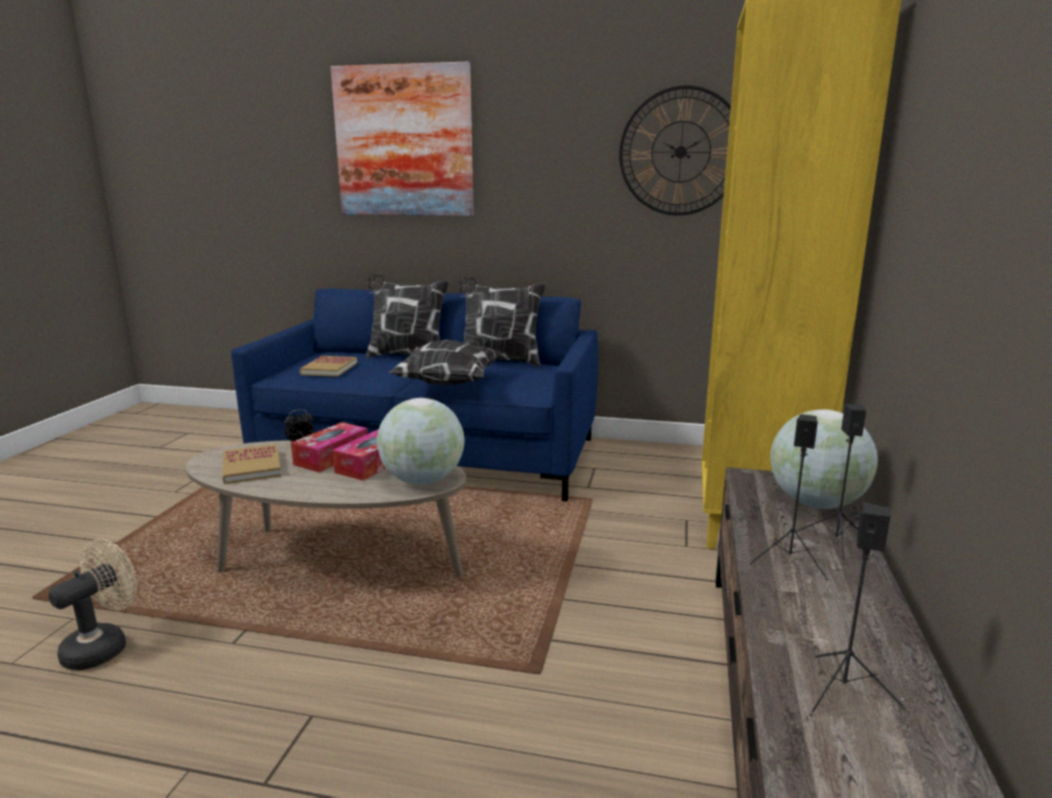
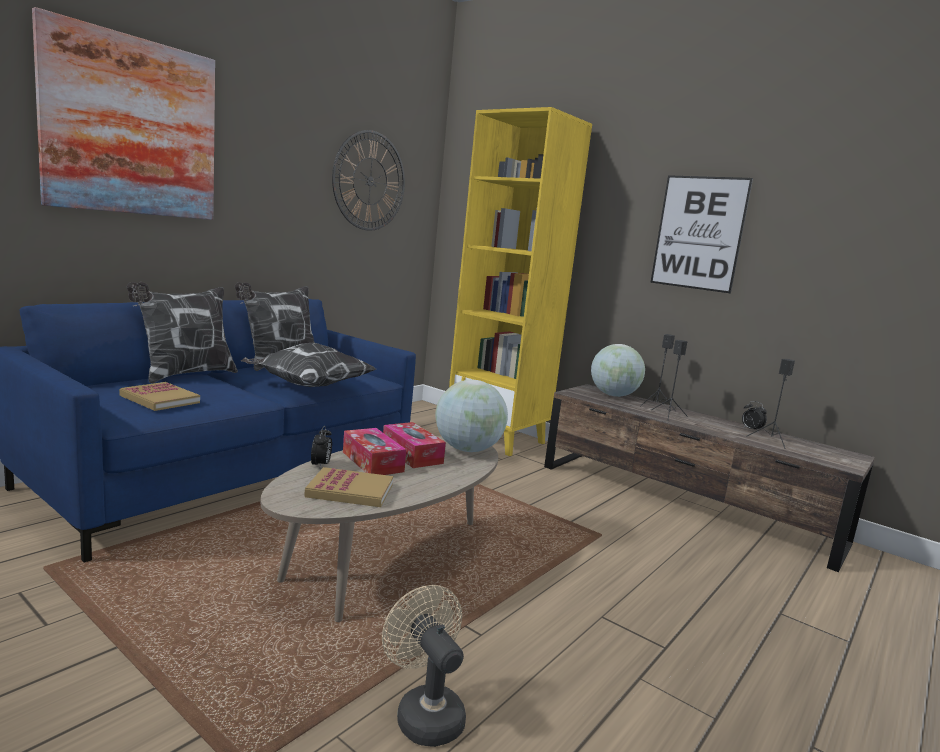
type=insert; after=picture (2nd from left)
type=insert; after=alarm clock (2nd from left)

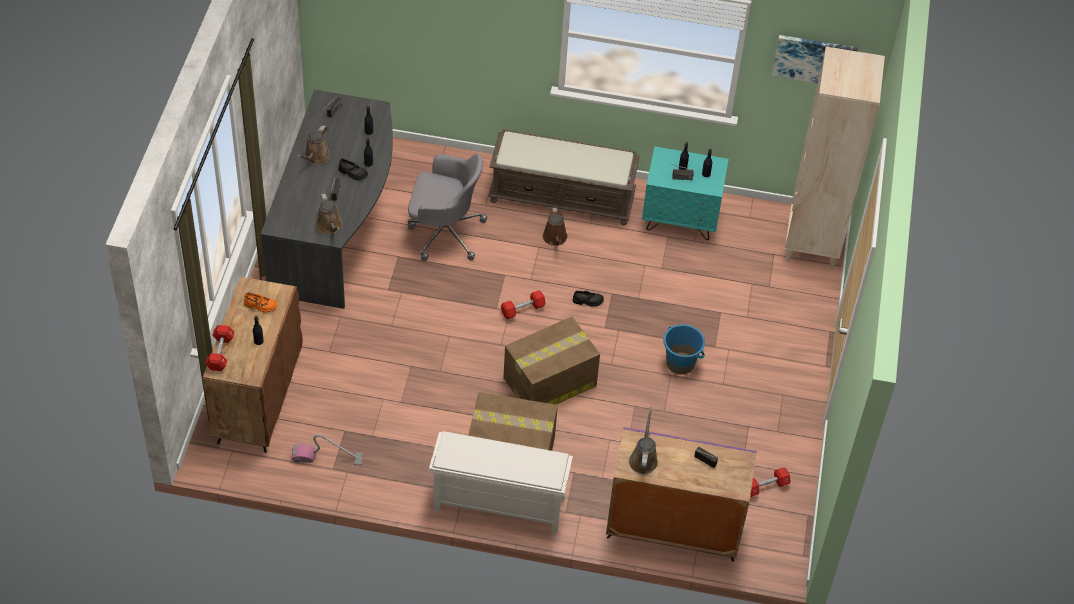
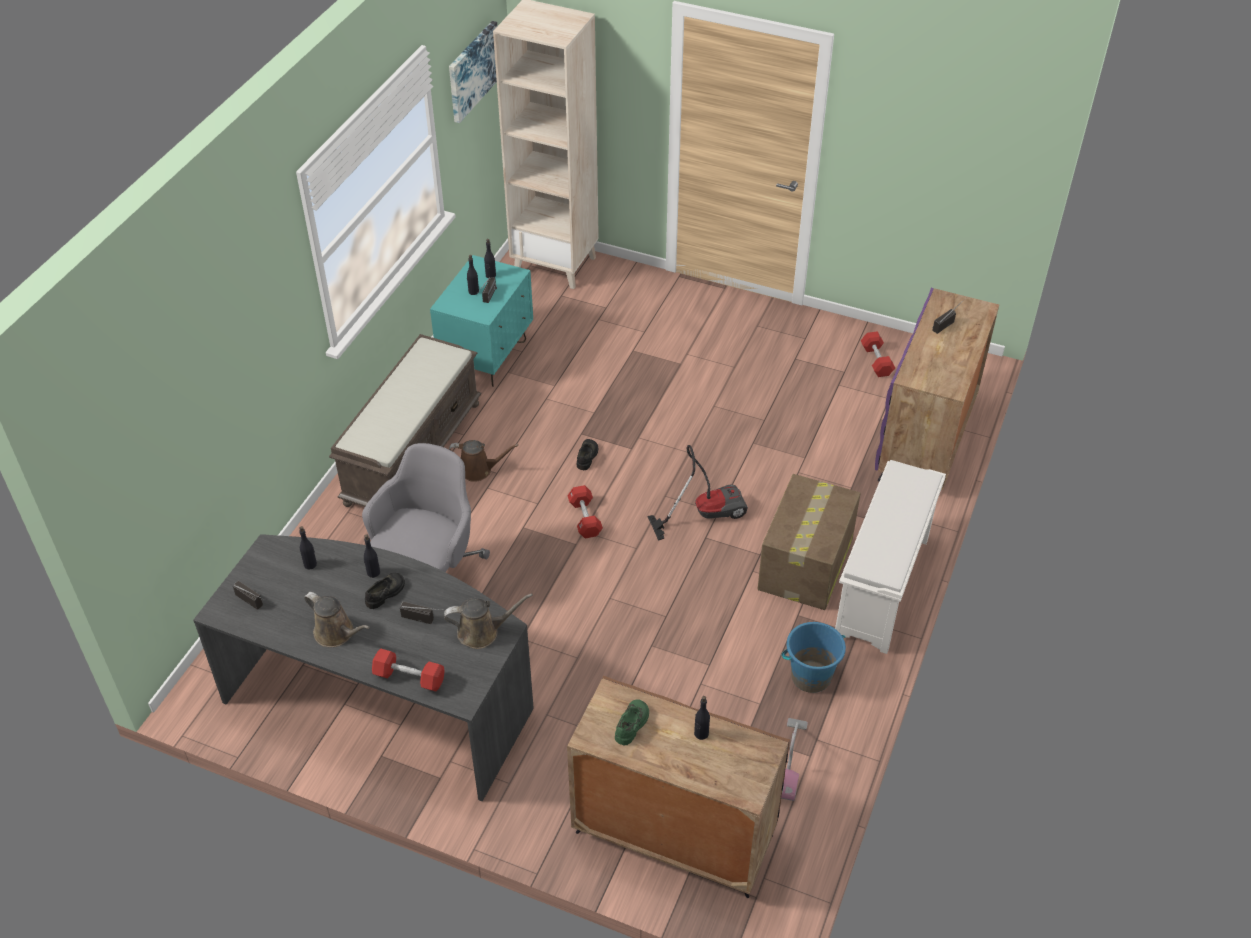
type=move; before=red-coloured hand weight (1st from left)
type=recolor; before=orange item of footwear; after=green item of footwear
type=replace; before=packing box (2nd from left); after=vacuum cleaner (1st from left)
type=move; before=blue water bucket
type=delete; before=brown sprinkling can (4th from left)

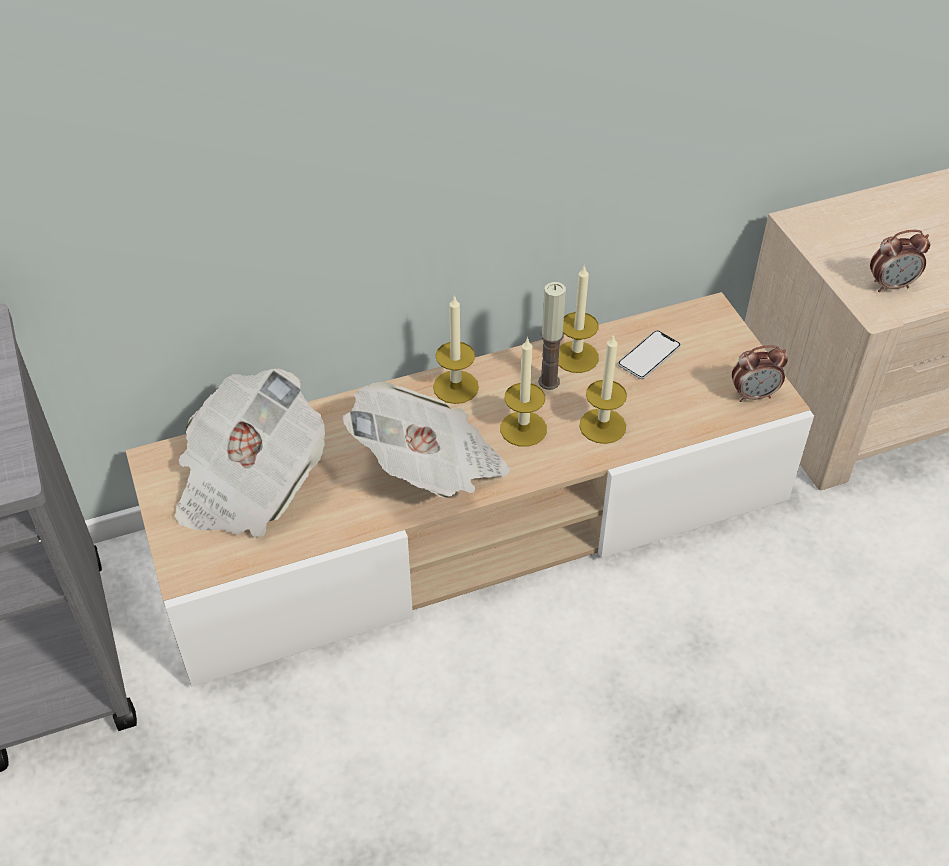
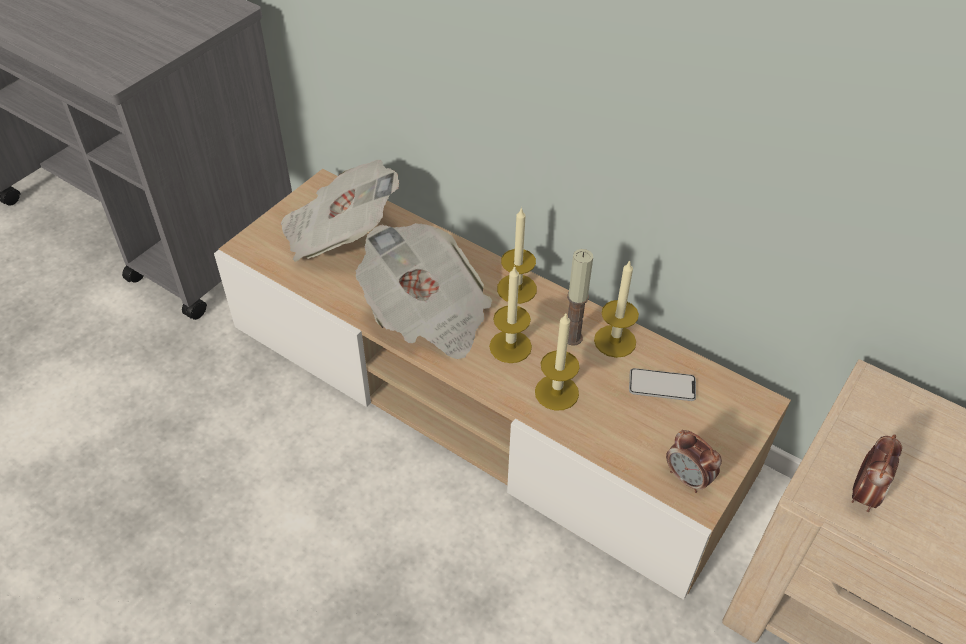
type=rotate; before=alarm clock (2nd from left); turn=-105

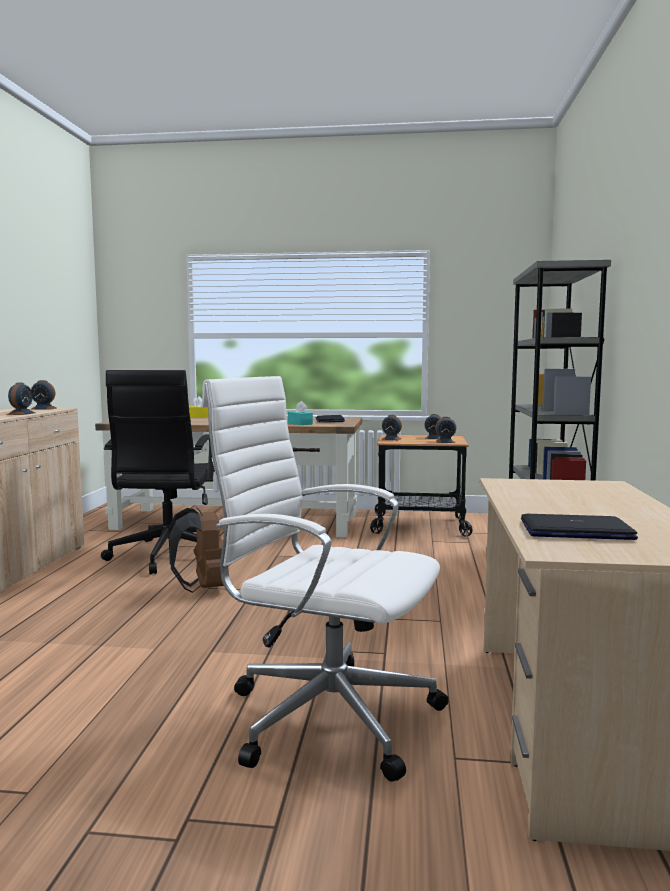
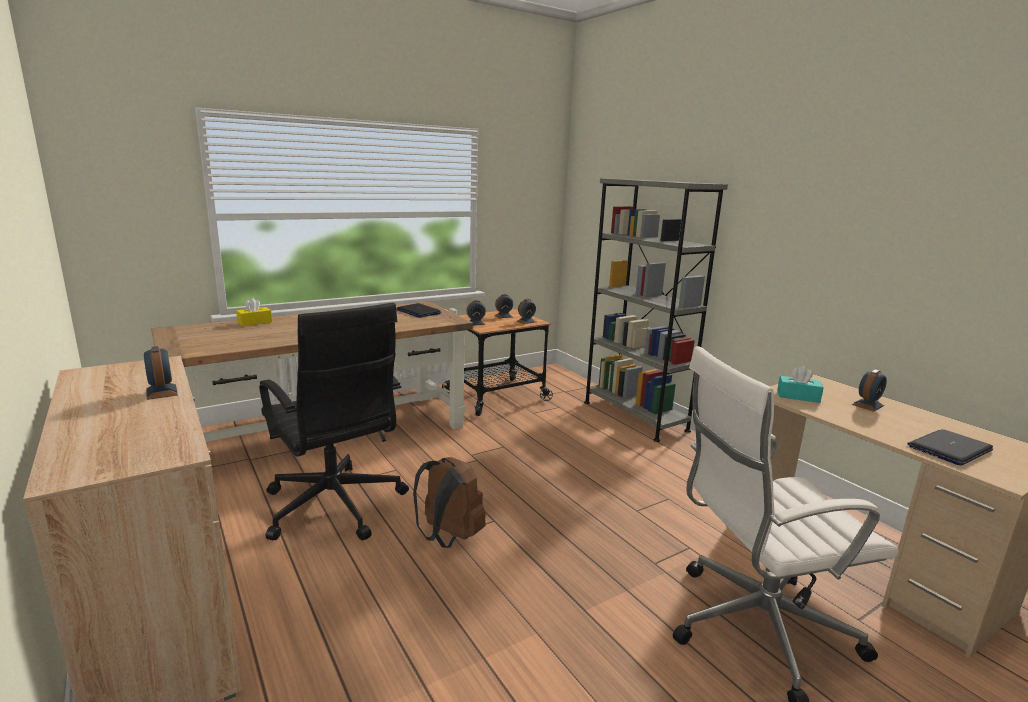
type=move; before=turquoise-coloured tissue holder
type=move; before=alarm clock (2nd from left in the first image); after=alarm clock (5th from left)

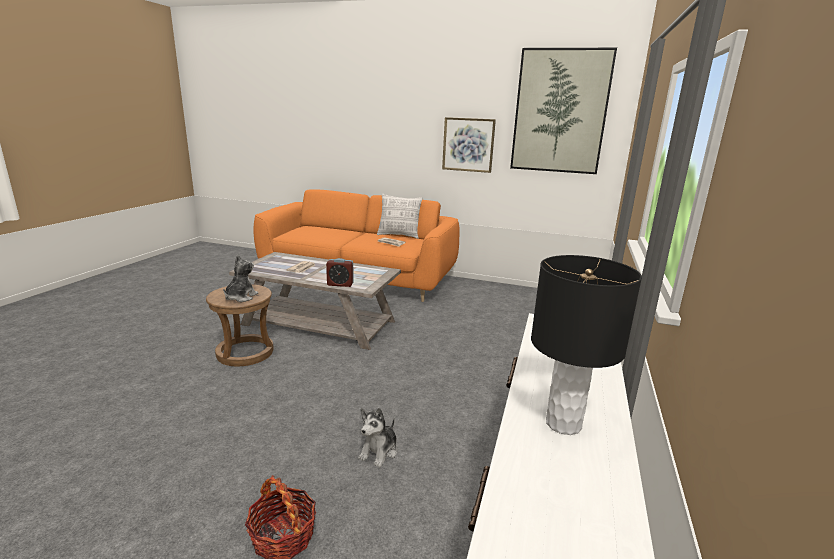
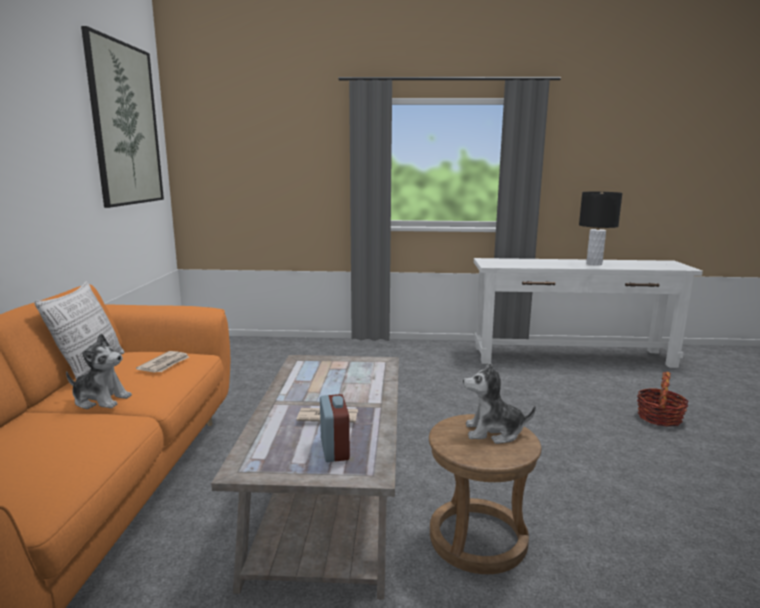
type=move; before=plush toy (2nd from left in the first image); after=plush toy (1st from left)
type=move; before=alarm clock
type=delete; before=picture (1st from left)

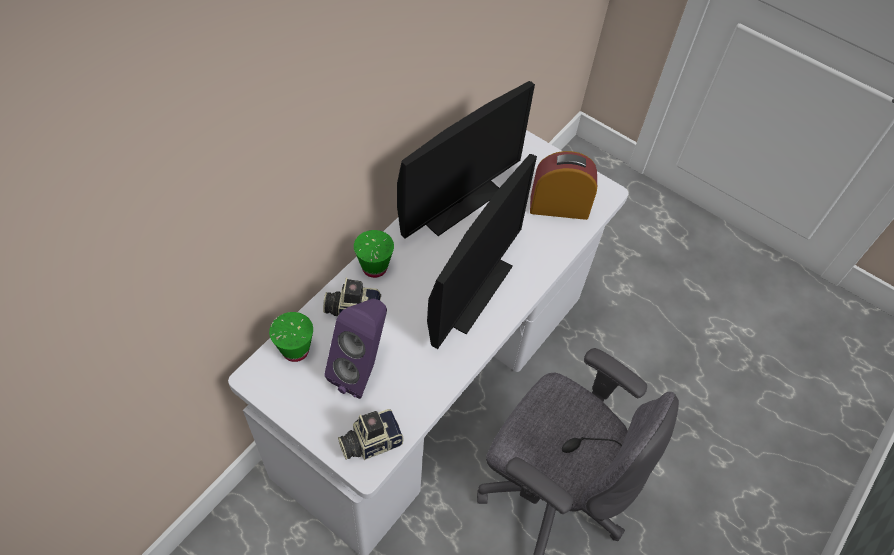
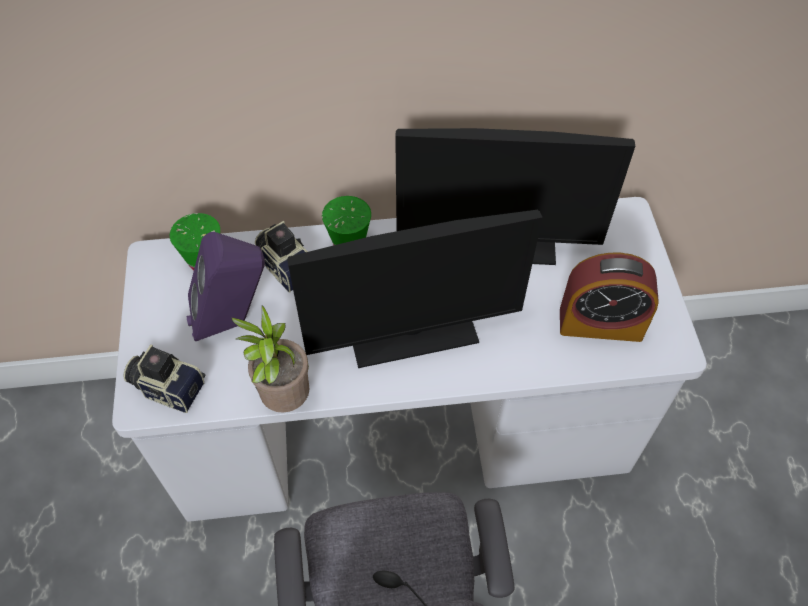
type=insert; after=houseplant
type=rotate; before=alarm clock; turn=135

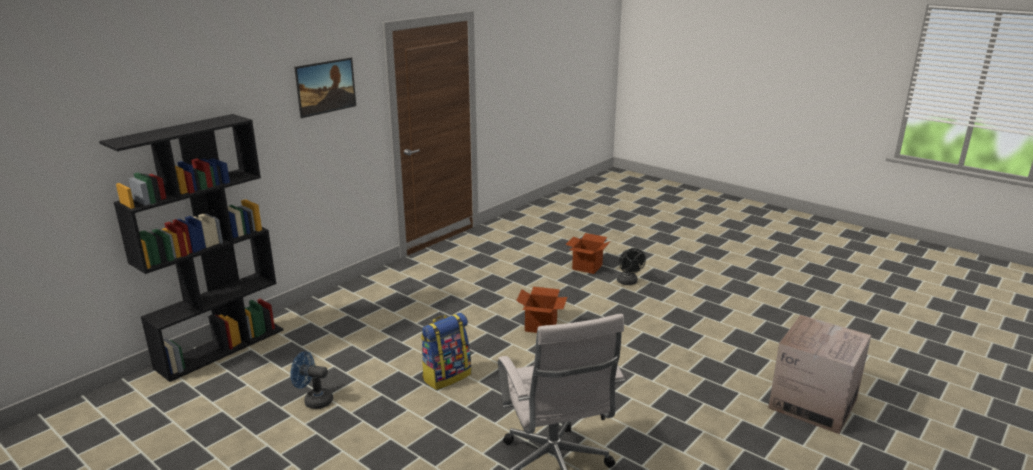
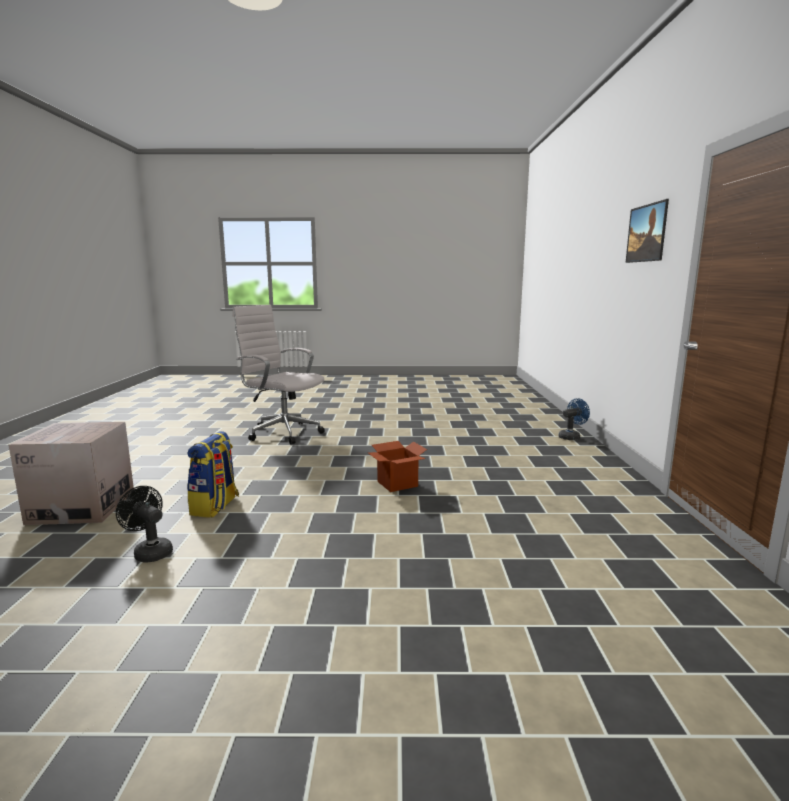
type=move; before=black-coloured electric fan
type=move; before=backpack
type=move; before=blue electric fan
type=delete; before=black-coloured bookshelf
type=delete; before=packing box (2nd from left)

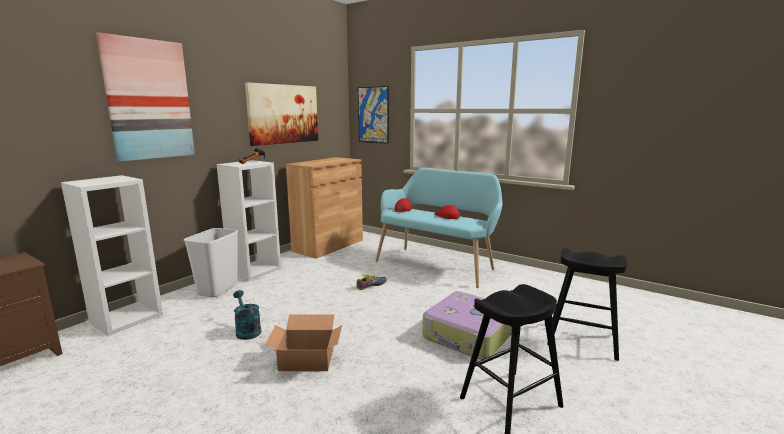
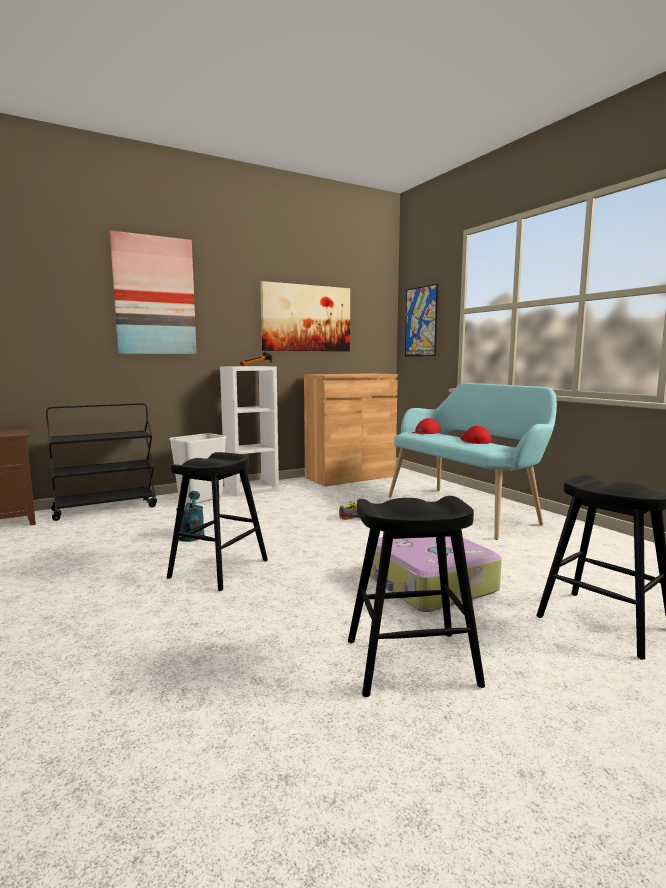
type=replace; before=white-coloured bookshelf (1st from left); after=black-coloured cart
type=replace; before=packing box; after=black-coloured stool seat (1st from left)

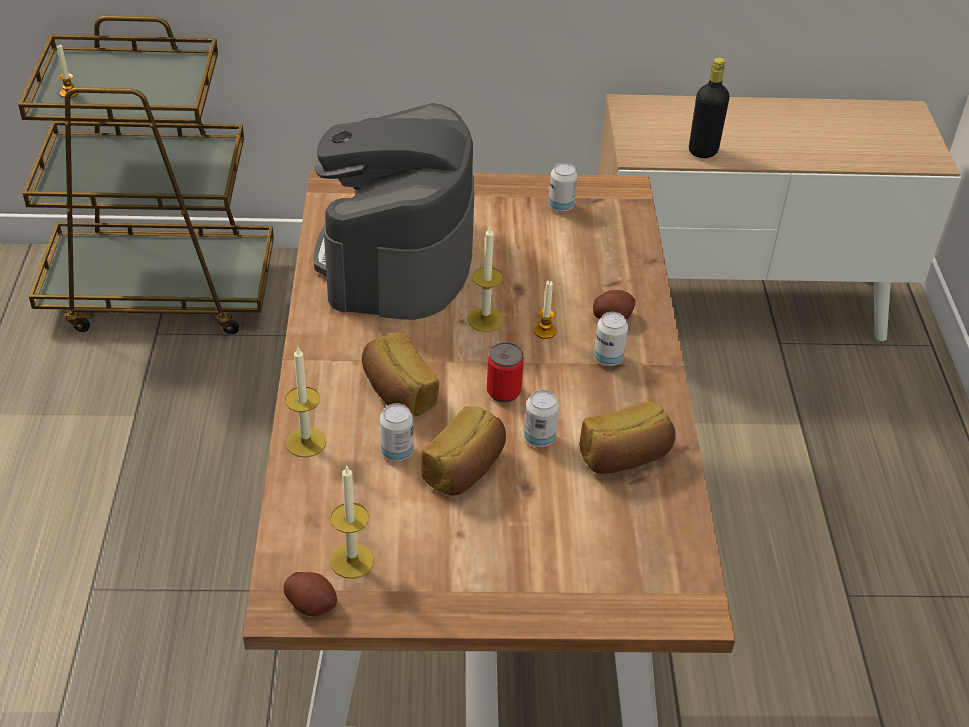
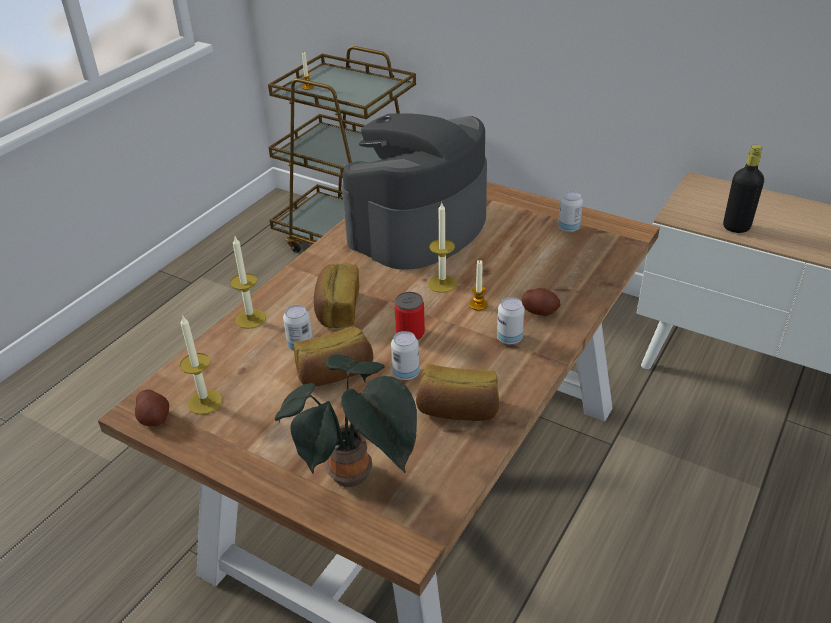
type=insert; after=houseplant

